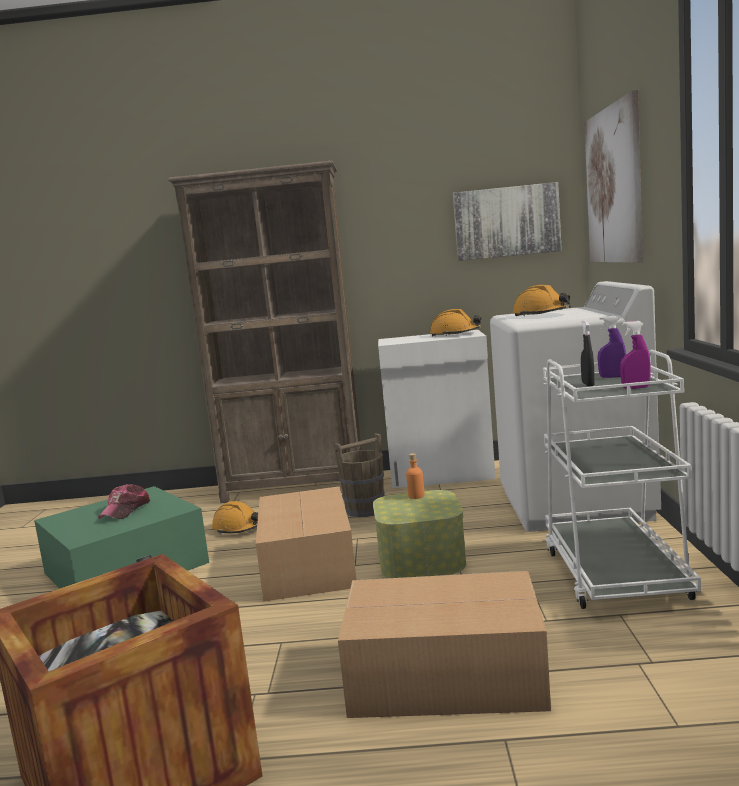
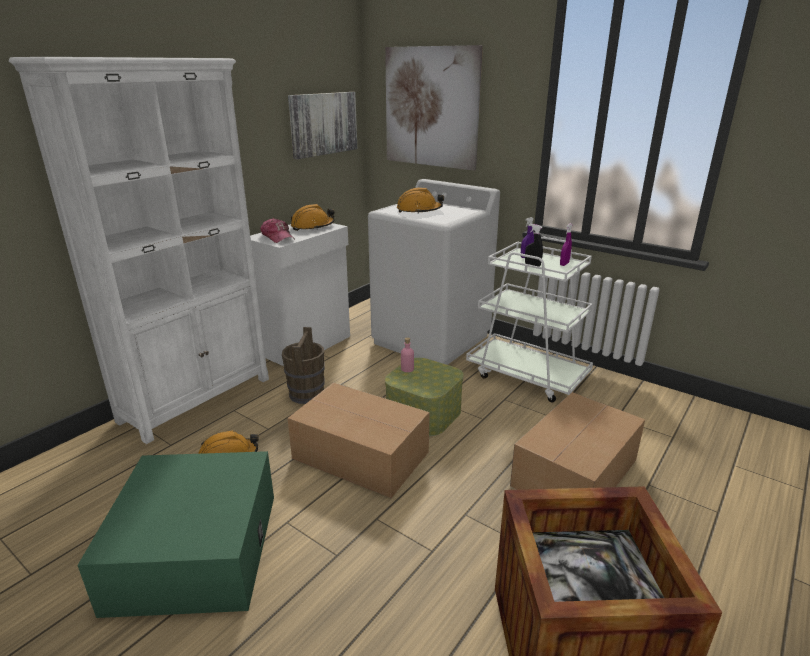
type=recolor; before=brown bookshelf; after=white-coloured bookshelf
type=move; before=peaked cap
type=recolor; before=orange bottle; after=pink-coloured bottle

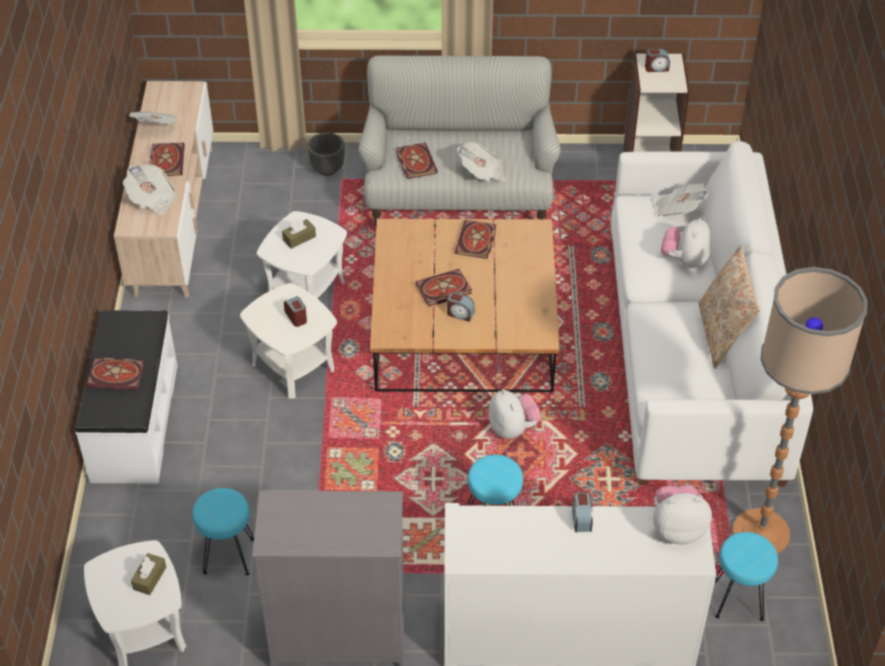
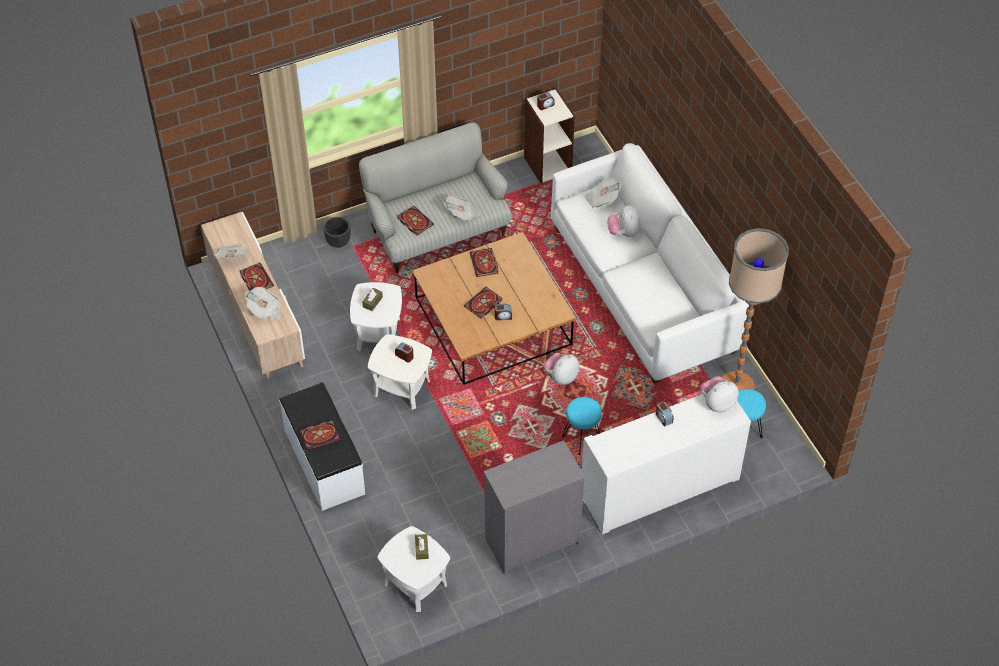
type=rotate; before=plush toy (1st from left); turn=-90
type=delete; before=turquoise-coloured stool seat (1st from left)
type=delete; before=sand-coloured cushion

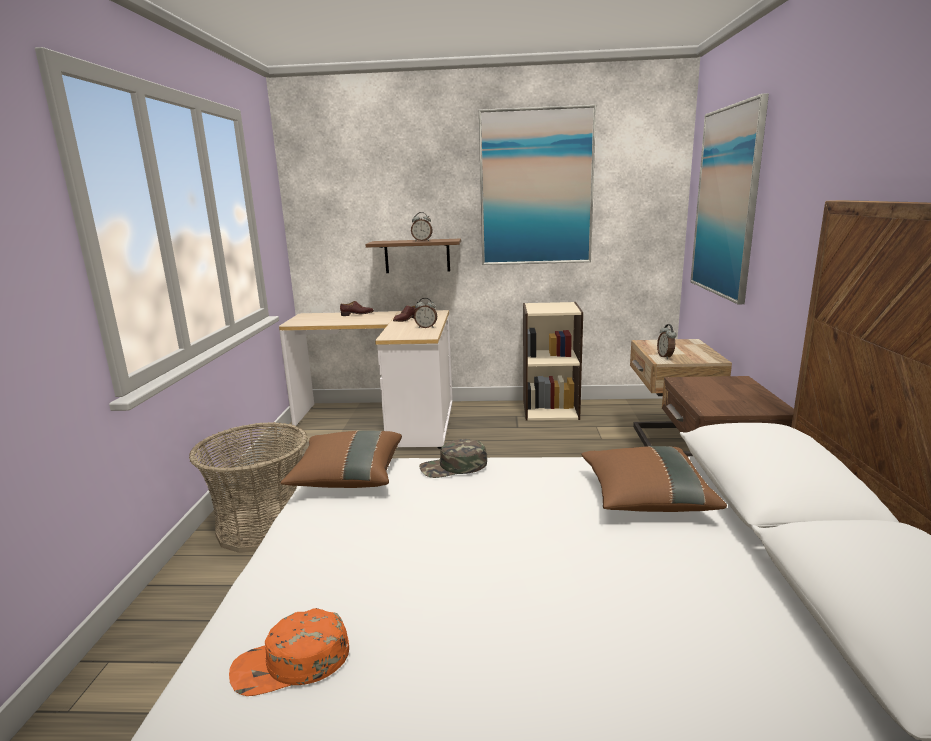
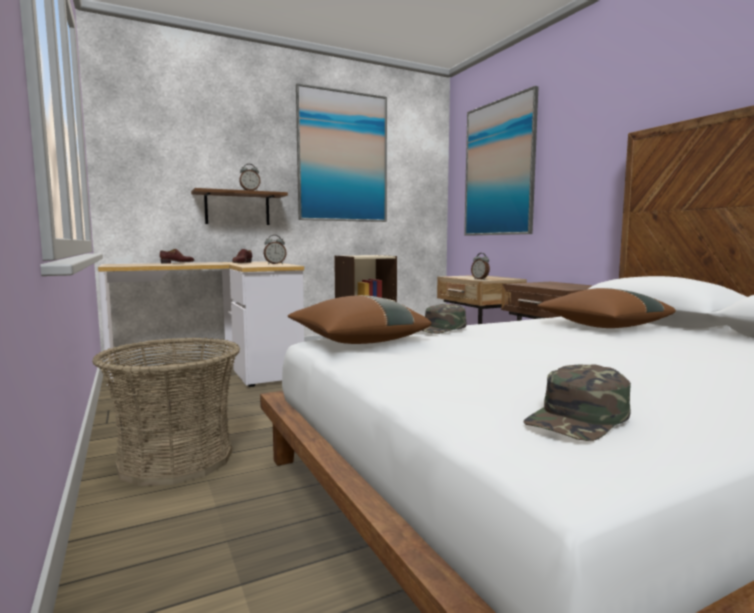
type=recolor; before=orange peaked cap; after=green peaked cap (2nd from left)

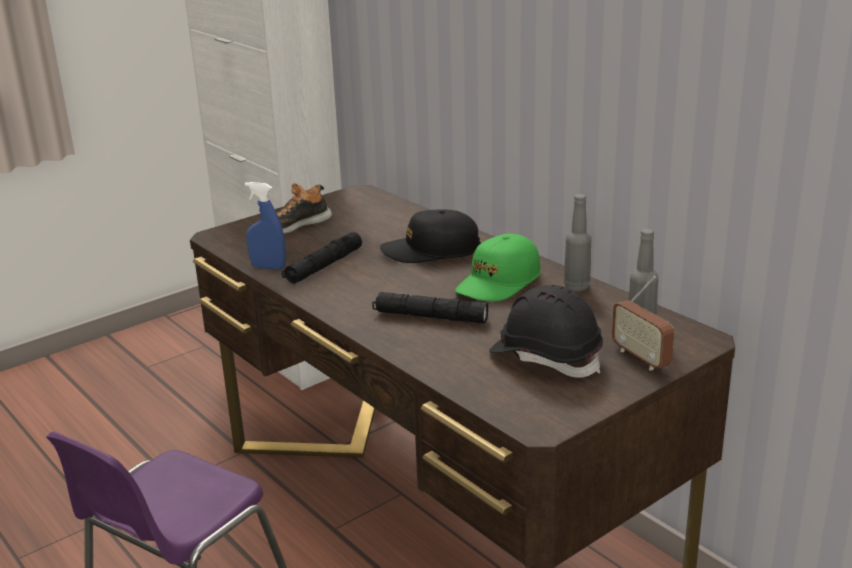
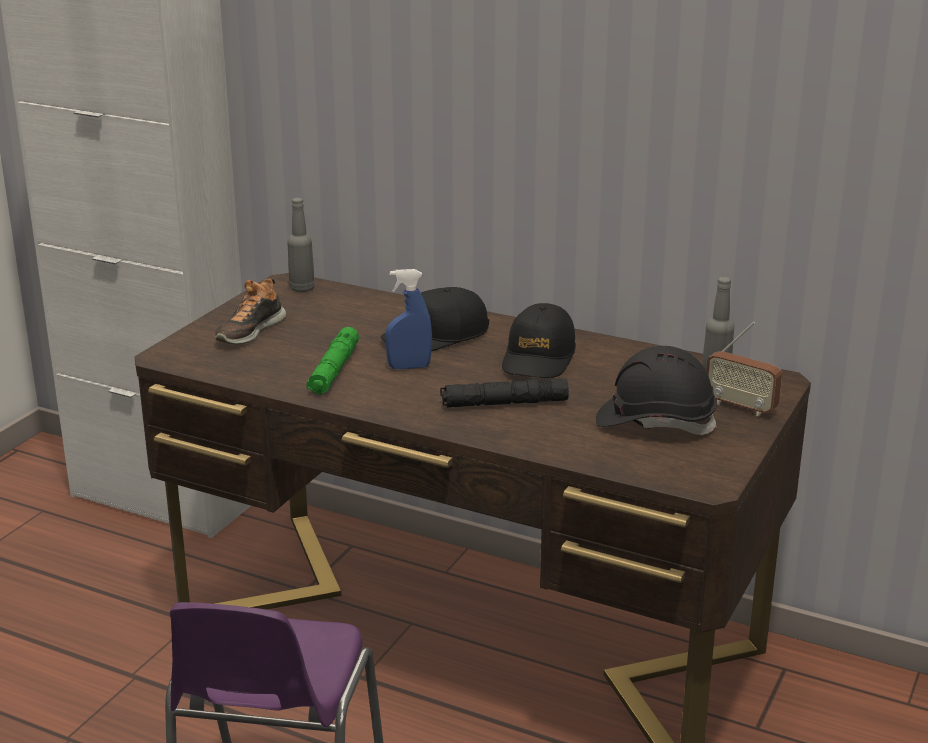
type=move; before=greyish bottle (1st from left)
type=recolor; before=black-coloured flashlight (1st from left); after=green flashlight
type=move; before=blue spray bottle
type=recolor; before=green peaked cap; after=black-coloured peaked cap (2nd from left)

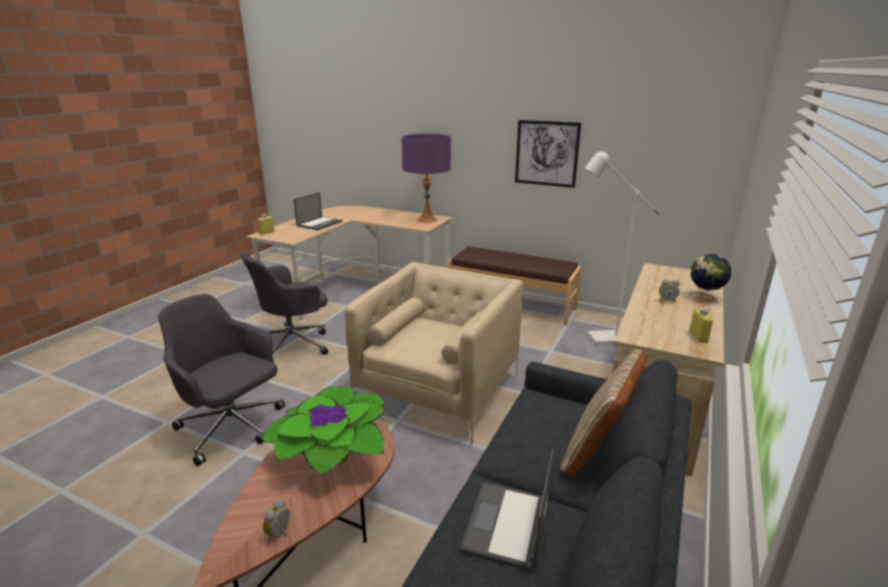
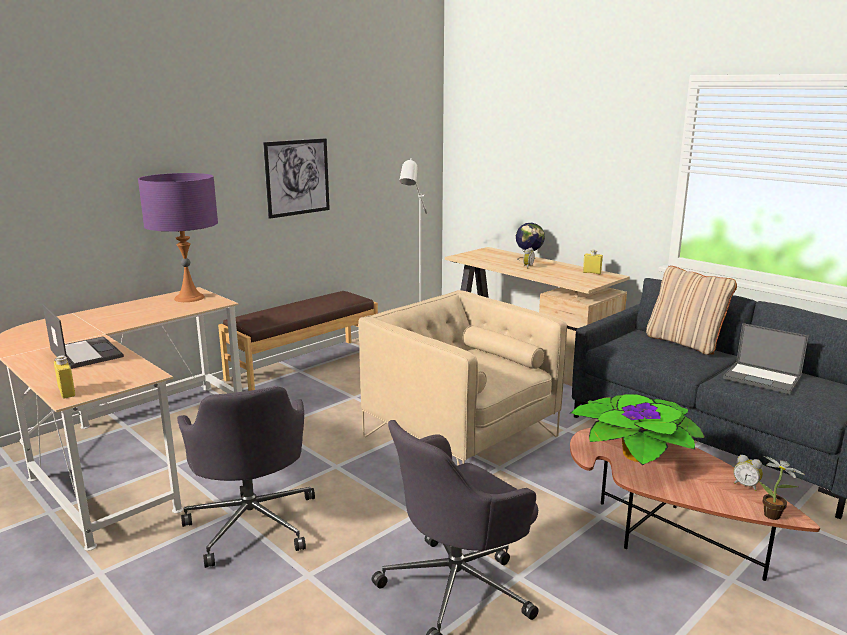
type=insert; after=houseplant (2nd from left)

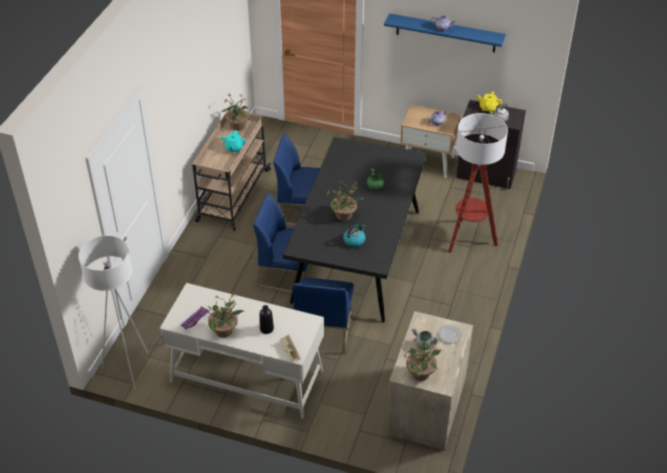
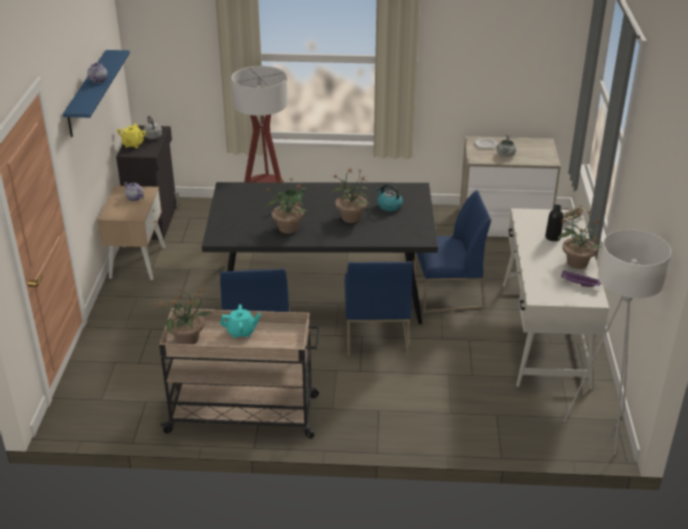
type=move; before=houseplant (4th from left in the first image); after=houseplant (2nd from left)

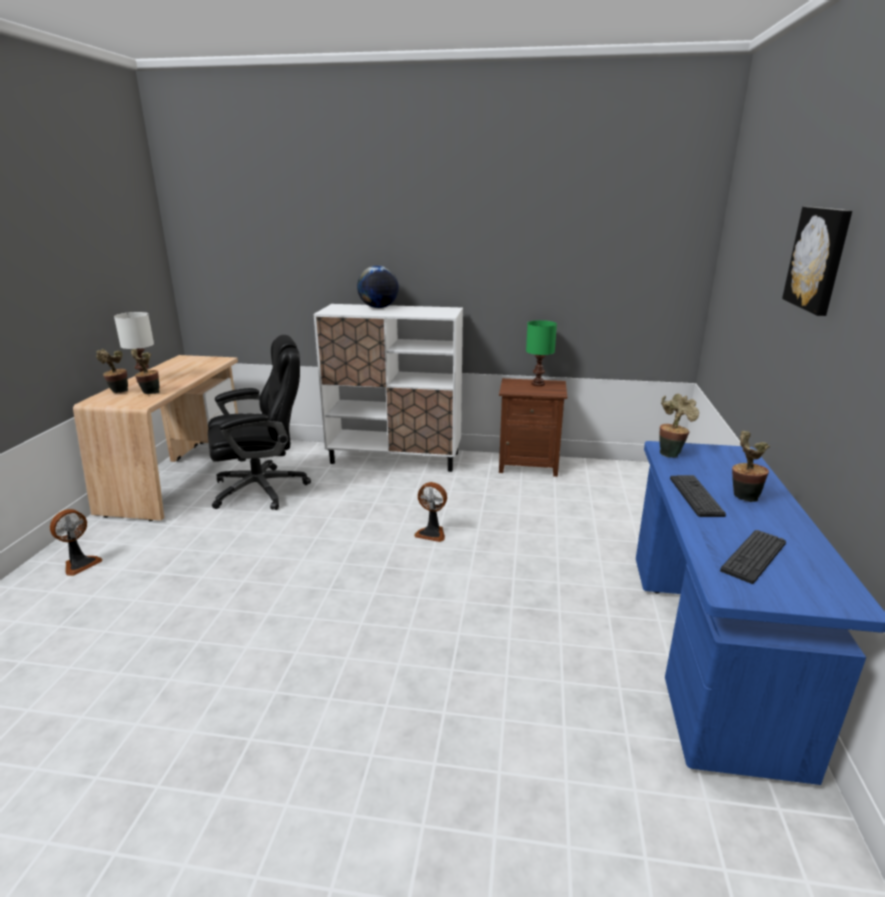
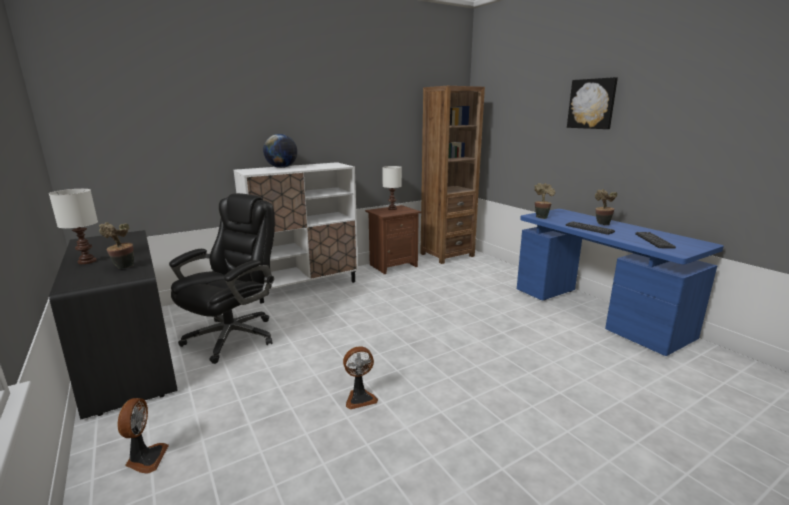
type=recolor; before=sand-coloured desk unit; after=black-coloured desk unit
type=move; before=electric fan (2nd from left)
type=recolor; before=green table lamp; after=white-coloured table lamp (2nd from left)
type=insert; after=brown bookshelf
type=delete; before=houseplant (1st from left)

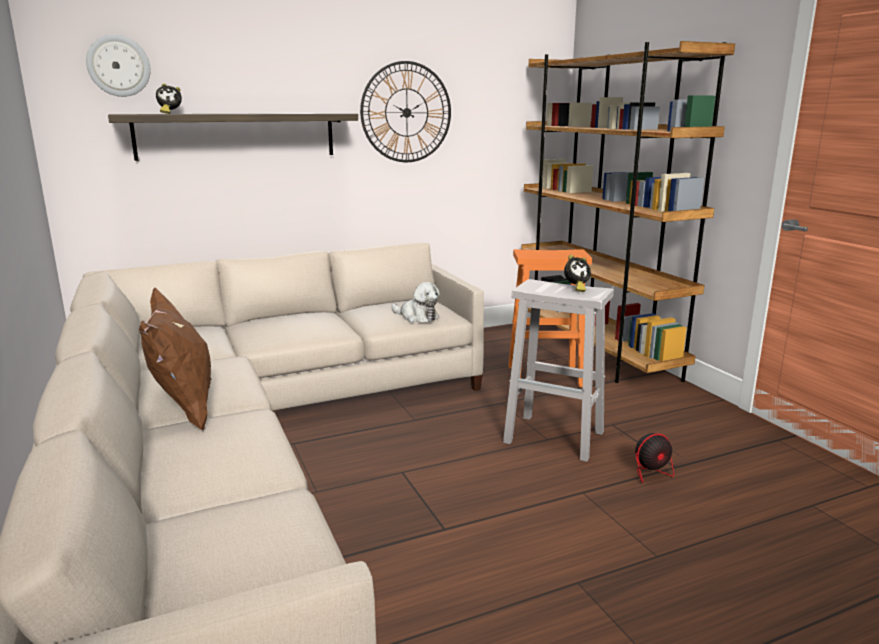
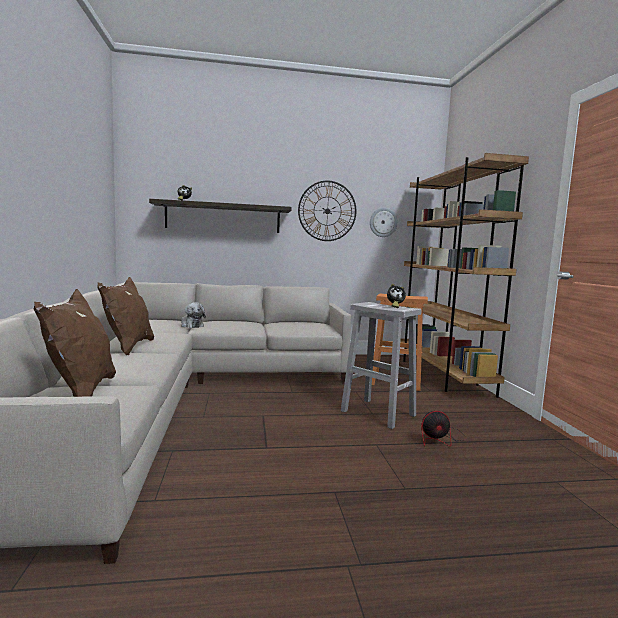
type=insert; after=brown cushion (1st from left)
type=move; before=plush toy
type=move; before=hanging clock (1st from left in the first image); after=hanging clock (2nd from left)

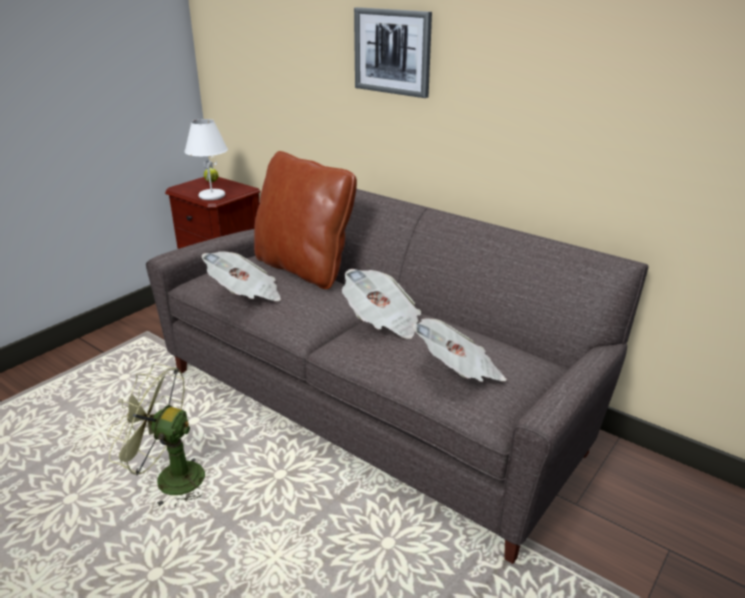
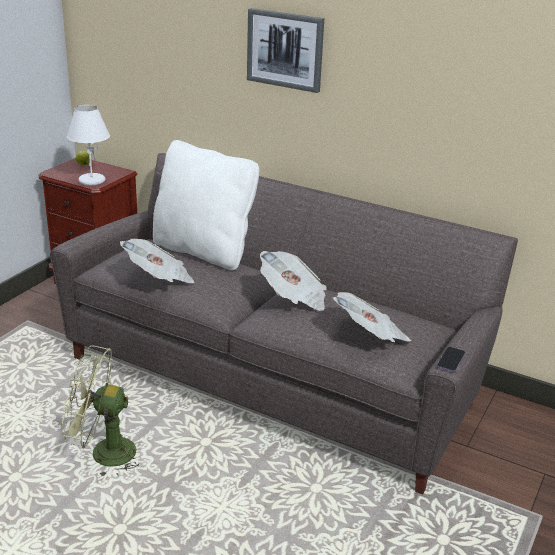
type=recolor; before=brown cushion; after=white-coloured cushion
type=insert; after=telephone

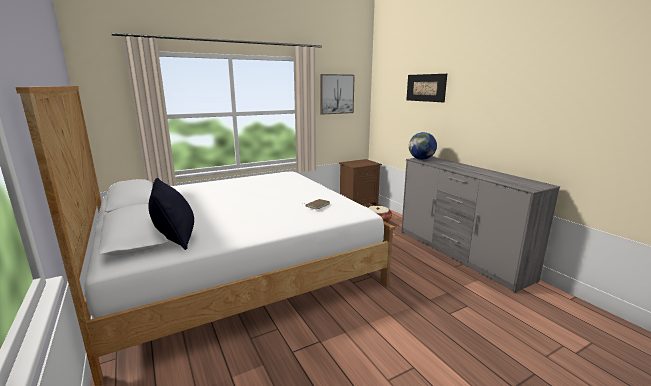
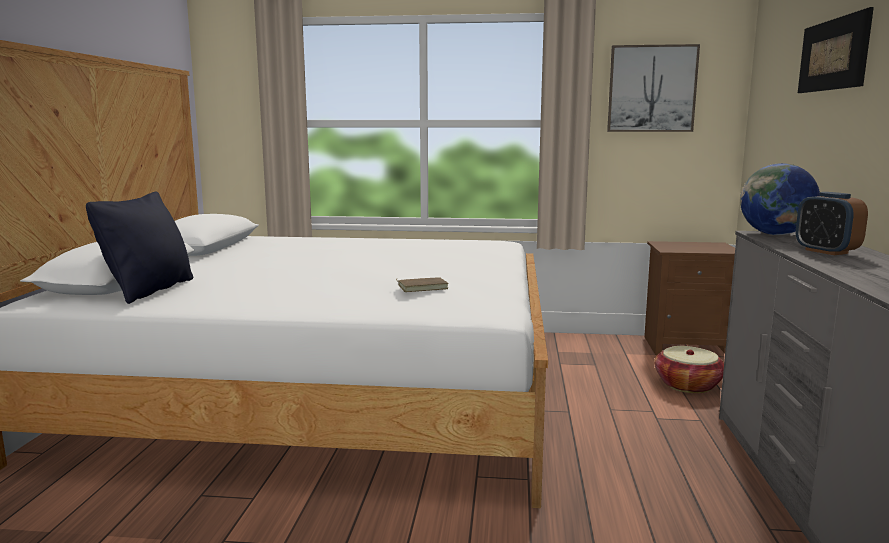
type=insert; after=alarm clock

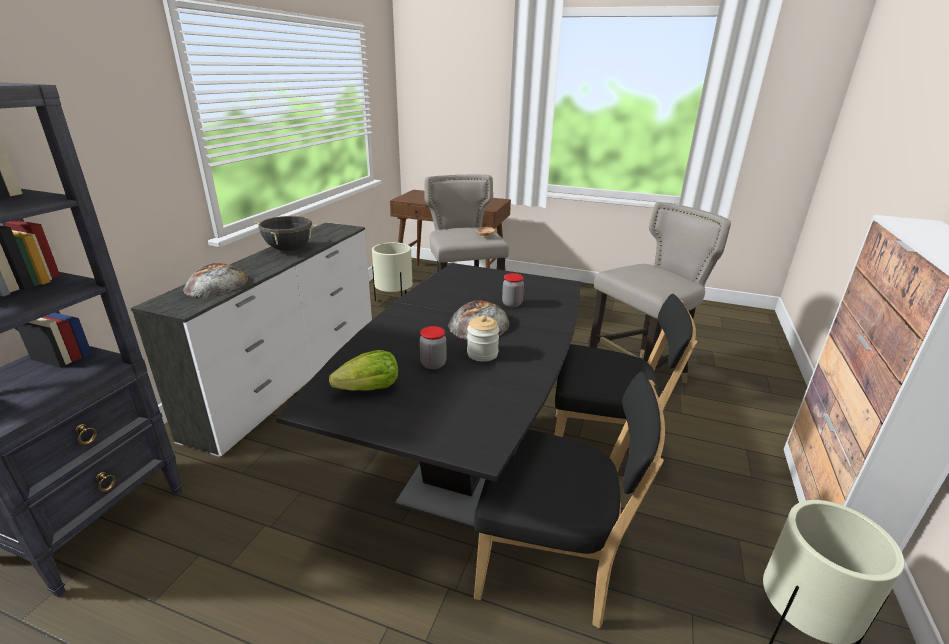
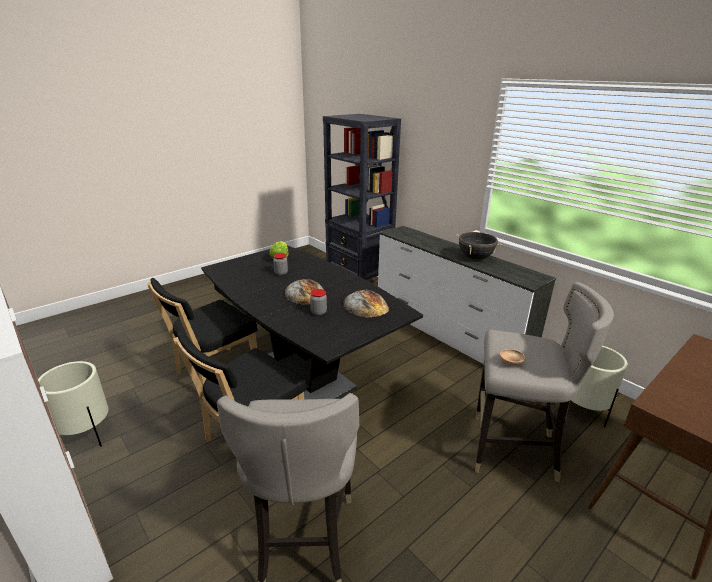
type=move; before=bread (1st from left in the first image); after=bread (2nd from left)
type=delete; before=storage jar (2nd from left)

